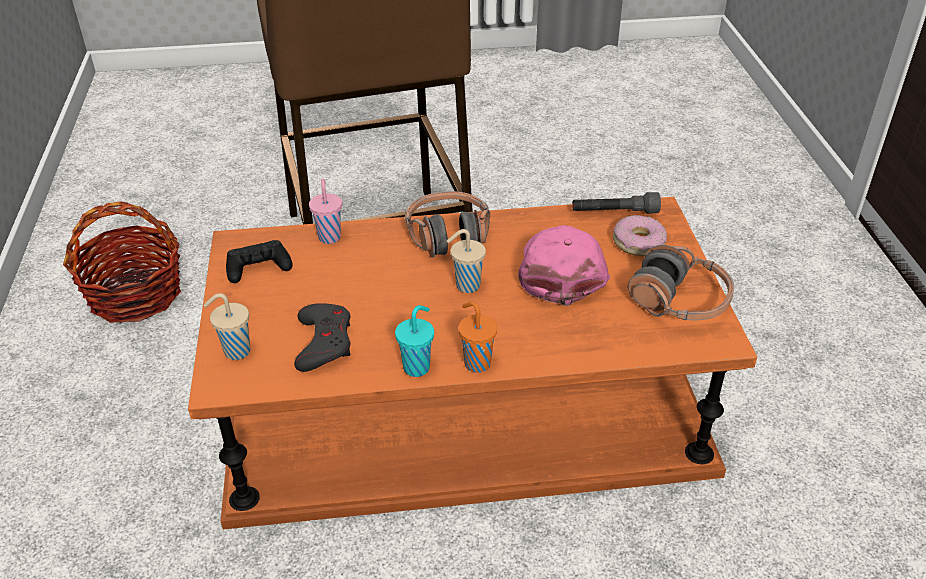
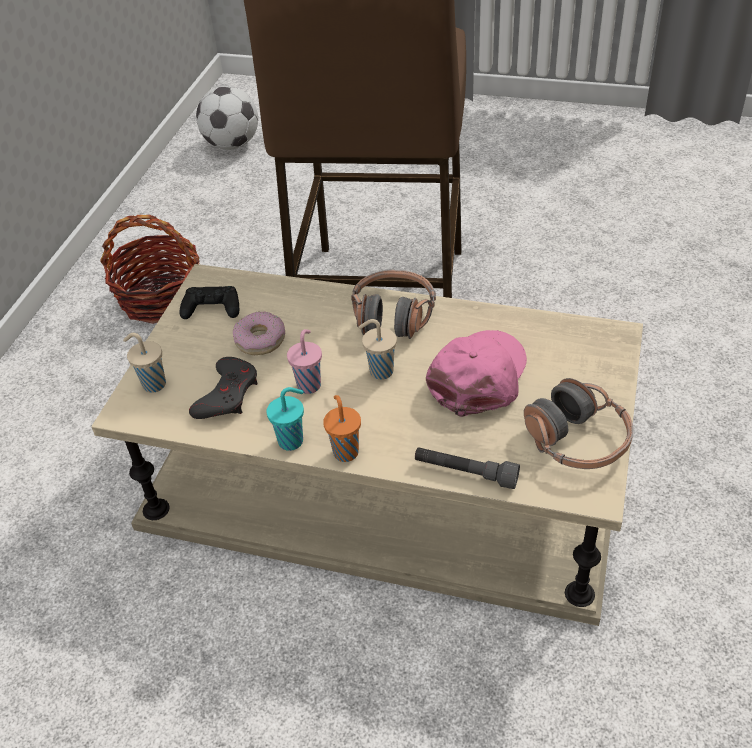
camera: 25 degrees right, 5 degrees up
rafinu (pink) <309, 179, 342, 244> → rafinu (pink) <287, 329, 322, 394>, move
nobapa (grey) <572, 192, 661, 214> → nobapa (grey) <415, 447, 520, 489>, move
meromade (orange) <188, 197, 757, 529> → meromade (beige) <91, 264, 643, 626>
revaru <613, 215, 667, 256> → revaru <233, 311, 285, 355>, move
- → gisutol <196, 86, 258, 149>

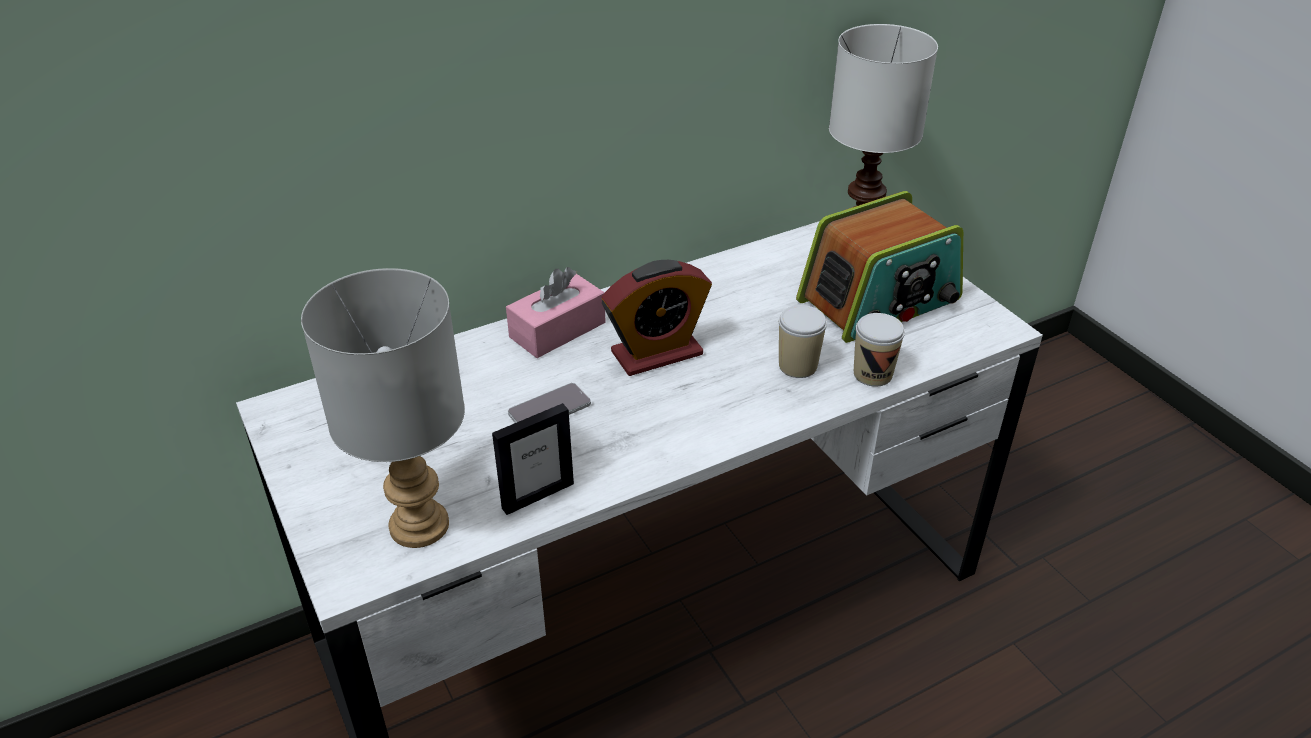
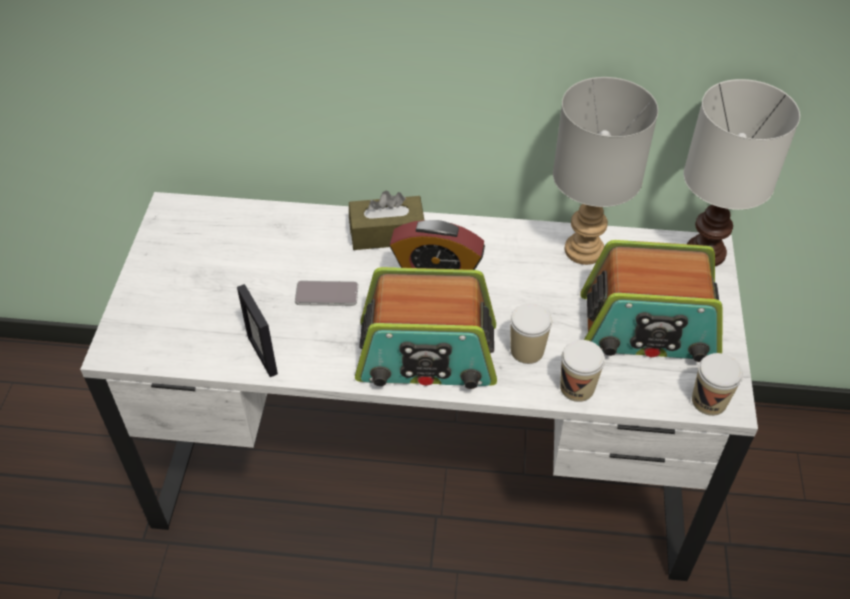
camera: 35 degrees right, 10 degrees up
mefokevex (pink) <506, 267, 606, 358> → mefokevex (brown) <349, 191, 424, 250>
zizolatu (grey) <301, 268, 465, 548> → zizolatu (grey) <553, 77, 658, 265>, move
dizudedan <492, 403, 574, 515> → dizudedan <237, 284, 278, 377>, 60 degrees clockwise
- → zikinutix <355, 267, 497, 389>
- → rafinu <692, 353, 743, 416>

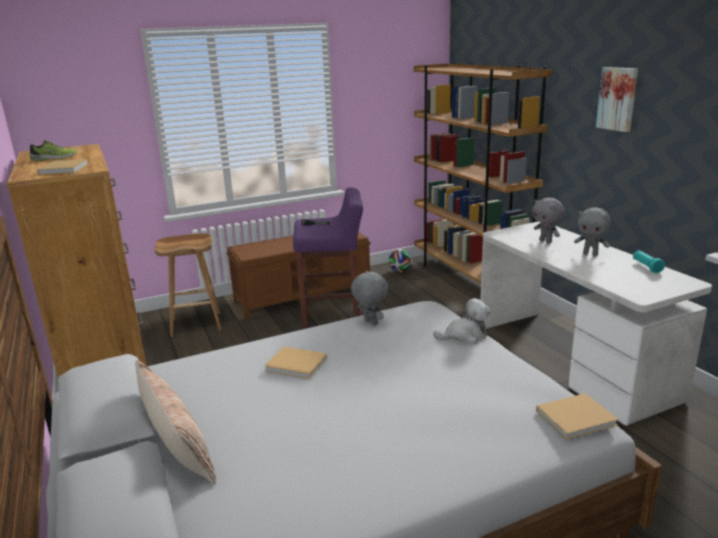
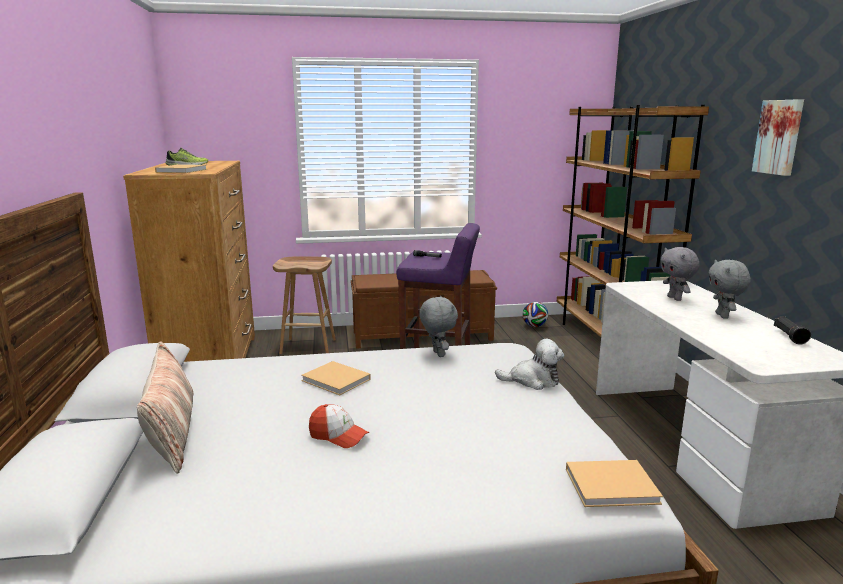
camera: 15 degrees right, 5 degrees down
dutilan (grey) <574, 207, 611, 256> → dutilan (grey) <708, 260, 751, 319>, 45 degrees clockwise
nobapa (turquoise) <633, 250, 665, 273> → nobapa (black) <774, 316, 811, 345>
- → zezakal <309, 404, 369, 448>

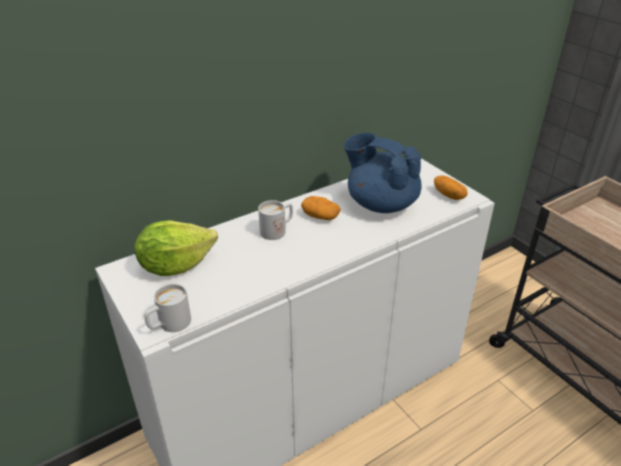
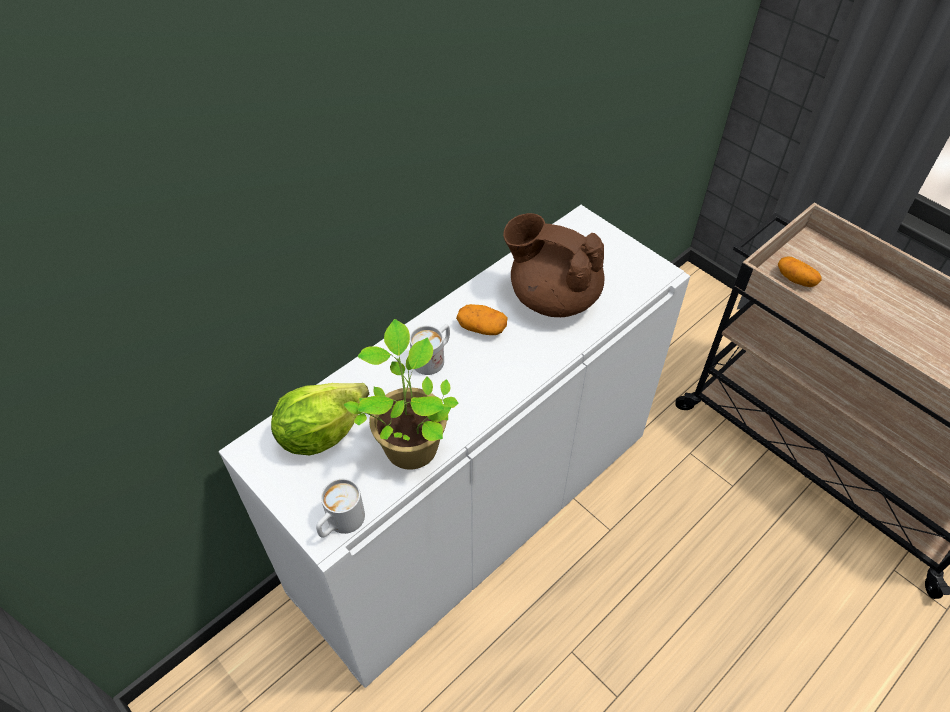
camera: 10 degrees left, 15 degrees up
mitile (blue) <344, 133, 422, 213> → mitile (brown) <503, 213, 604, 317>
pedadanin <434, 175, 468, 200> → pedadanin <778, 256, 822, 287>, move
- → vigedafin <344, 319, 459, 470>

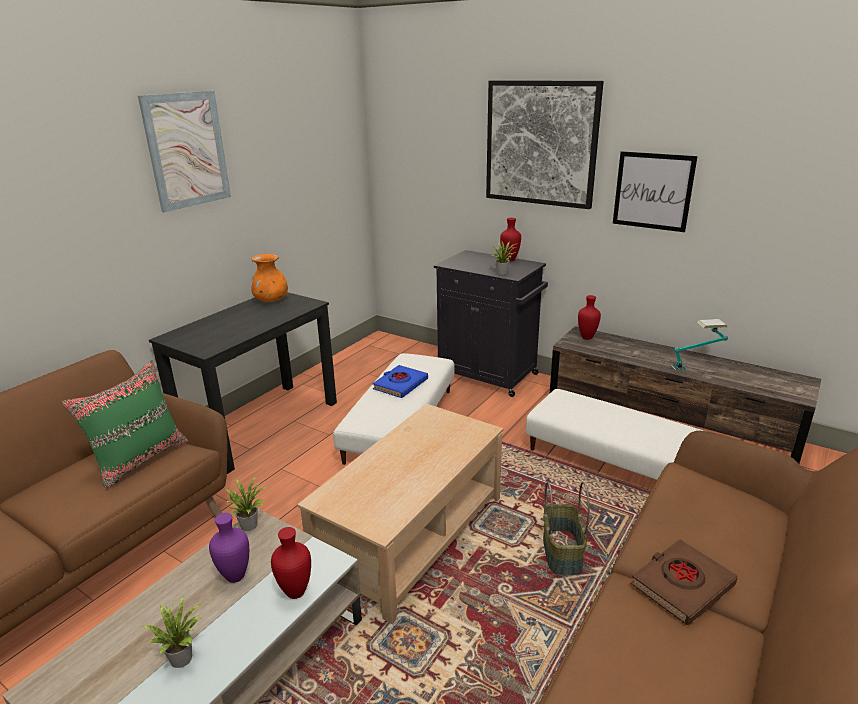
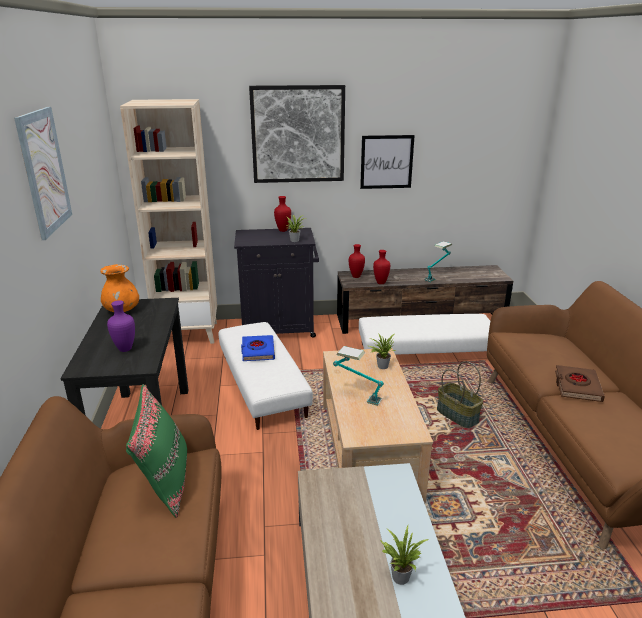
camera: 40 degrees left, 0 degrees up
vigedafin <225, 476, 268, 531> → vigedafin <369, 333, 396, 369>, move
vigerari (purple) <209, 513, 249, 583> → vigerari (purple) <107, 300, 135, 352>, move
vigerari (red) <271, 527, 311, 599> → vigerari (red) <373, 250, 390, 284>, move
- → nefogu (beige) <120, 99, 217, 344>
- → zizolatu <333, 346, 384, 406>

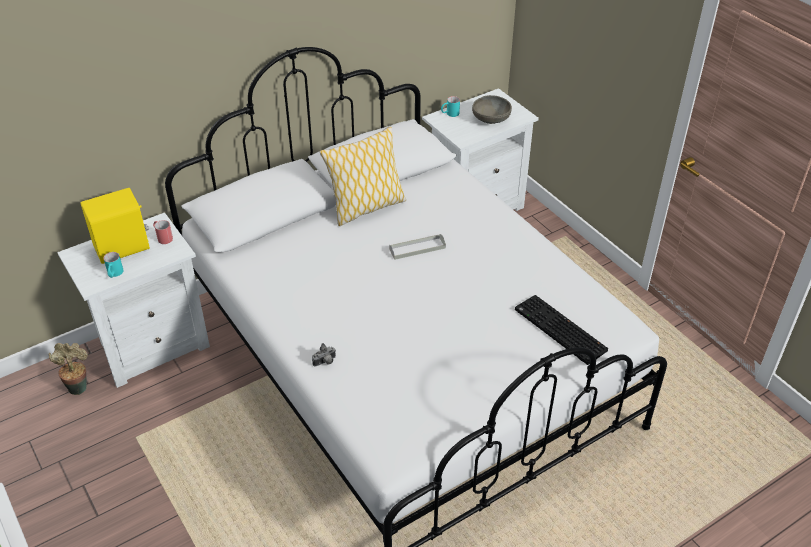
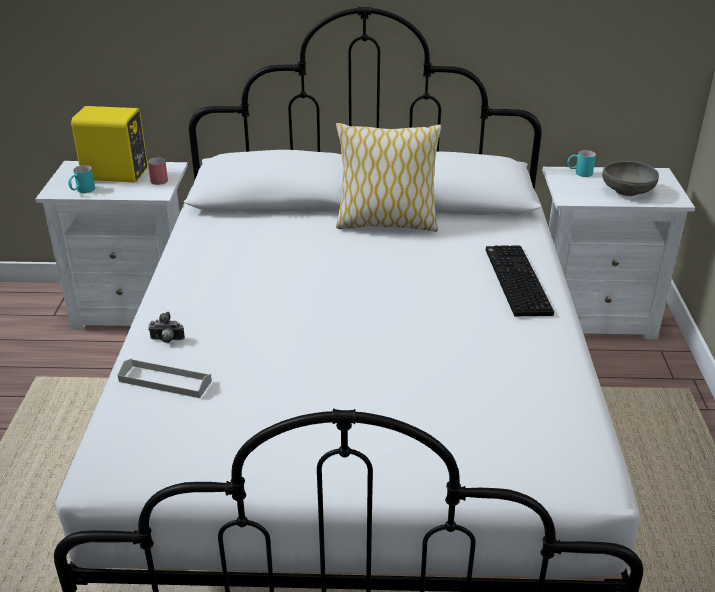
camera: 35 degrees right, 10 degrees down
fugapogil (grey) <389, 234, 446, 260> → fugapogil (grey) <118, 358, 212, 398>, move
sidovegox <515, 295, 608, 365> → sidovegox <486, 245, 554, 316>, move
vigedafin <49, 343, 88, 395> → -

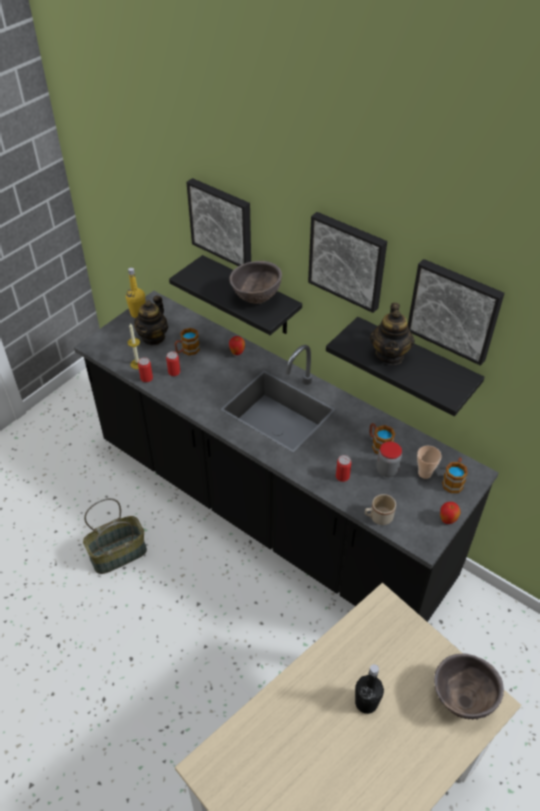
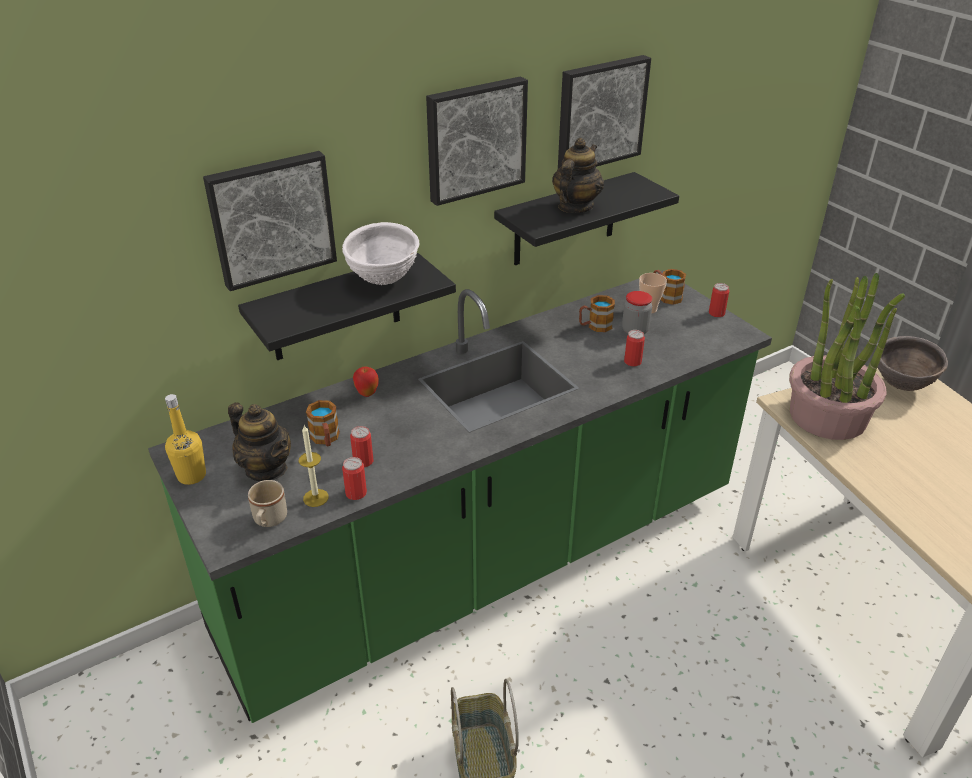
camera: 70 degrees left, 10 degrees down
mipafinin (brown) <229, 261, 282, 304> → mipafinin (white) <342, 222, 420, 285>
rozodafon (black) <74, 291, 499, 622> → rozodafon (green) <148, 270, 772, 723>
mitile <370, 303, 415, 365> → mitile <552, 138, 604, 213>, 90 degrees counterclockwise
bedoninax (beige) <365, 494, 396, 525> → bedoninax (beige) <248, 480, 287, 527>, move
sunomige <440, 502, 460, 524> → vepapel <709, 283, 730, 317>
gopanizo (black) <355, 664, 384, 714> → -
- → vigedafin <789, 273, 905, 440>

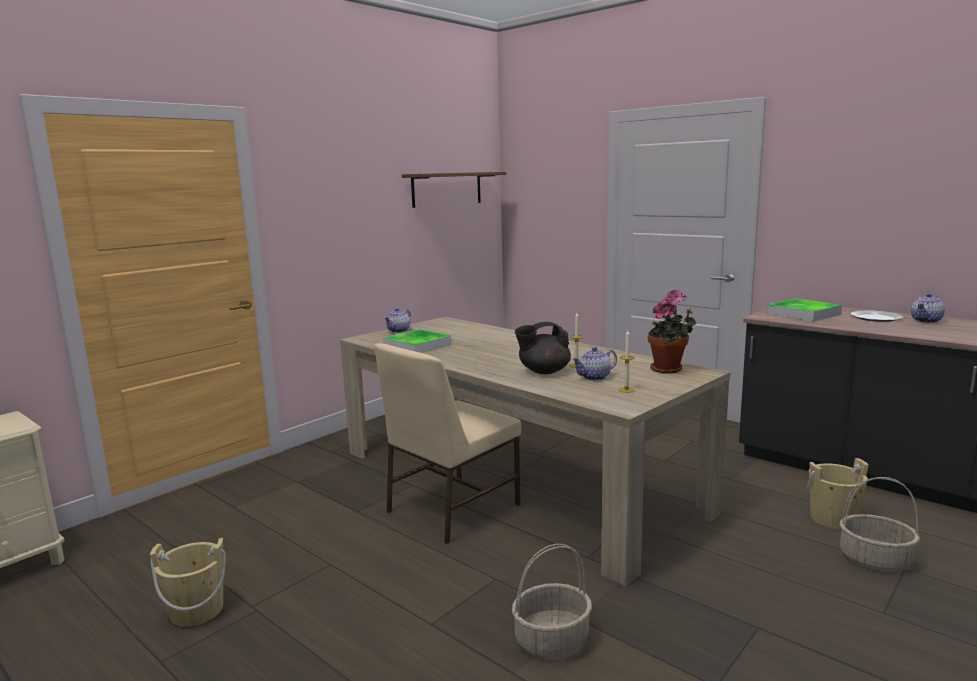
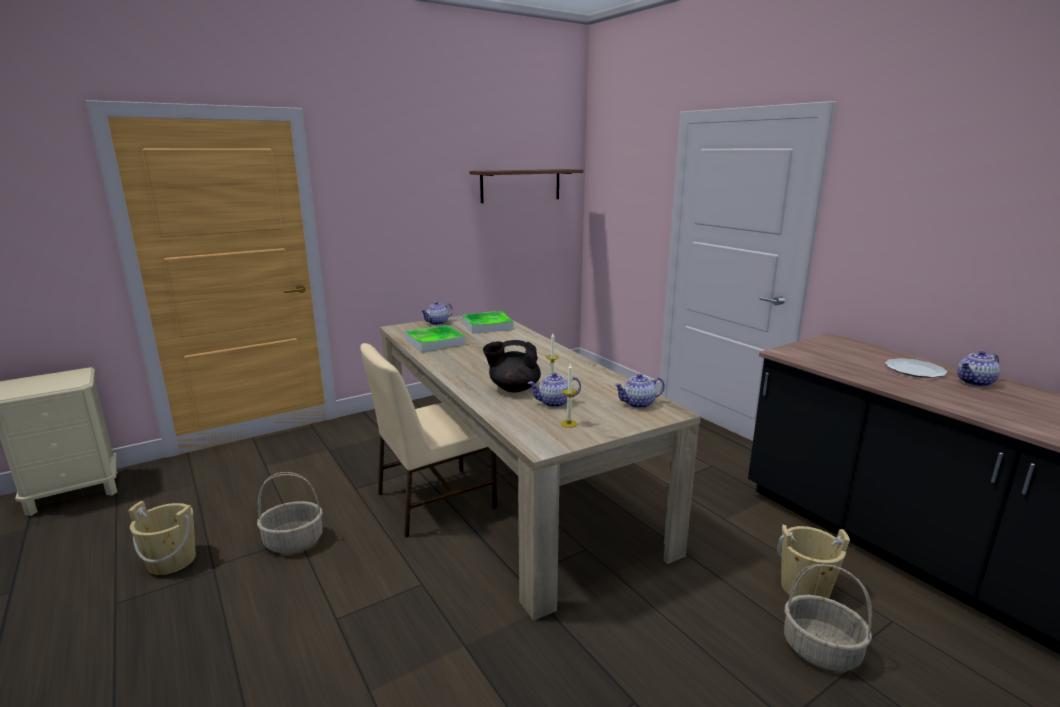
camera: 15 degrees right, 5 degrees up
vigedafin <648, 290, 697, 374> → mitile <614, 374, 665, 408>
fugapogil <767, 298, 842, 322> → fugapogil <463, 311, 514, 334>, move
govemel <512, 544, 592, 658> → govemel <257, 472, 323, 553>, move

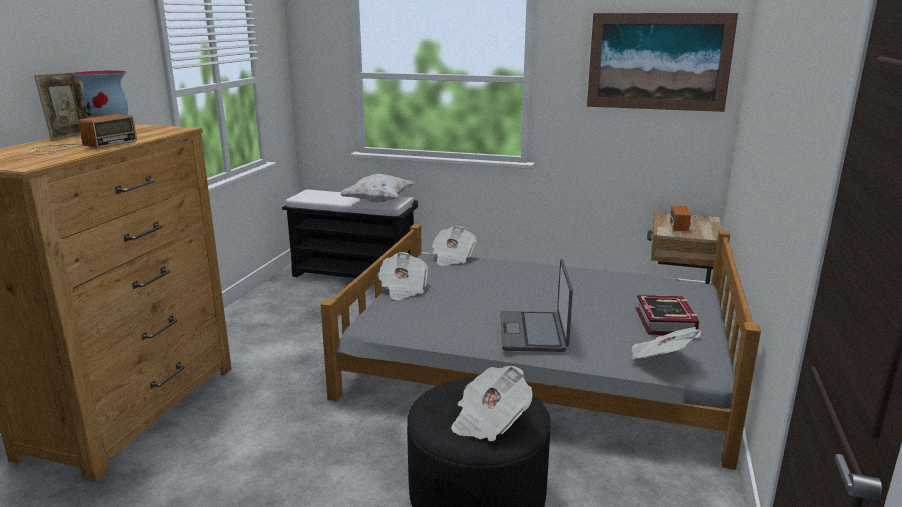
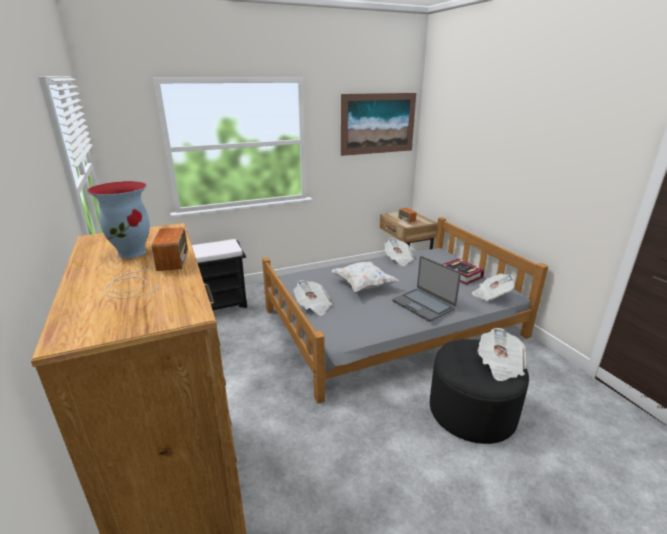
camera: 40 degrees left, 5 degrees up
dizudedan <34, 72, 87, 140> → -
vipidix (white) <340, 174, 414, 202> → vipidix (white) <331, 261, 399, 293>, move
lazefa <432, 226, 477, 266> → lazefa <384, 238, 414, 266>, move

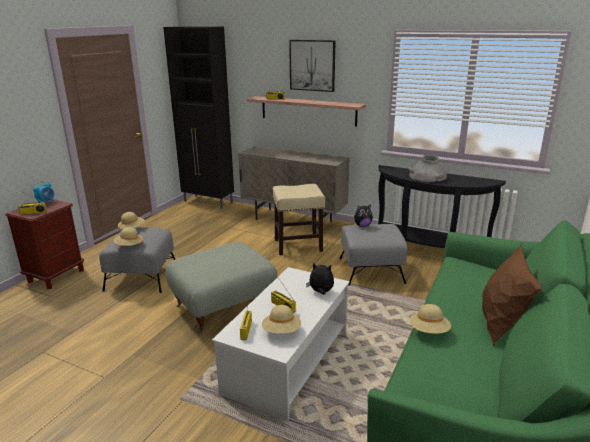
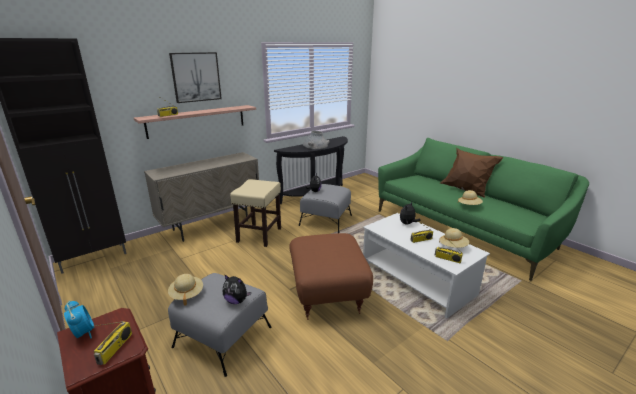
camera: 65 degrees left, 0 degrees up
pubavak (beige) <114, 227, 144, 246> → dutilan <223, 274, 251, 304>
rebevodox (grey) <165, 242, 277, 333> → rebevodox (brown) <289, 233, 373, 320>

